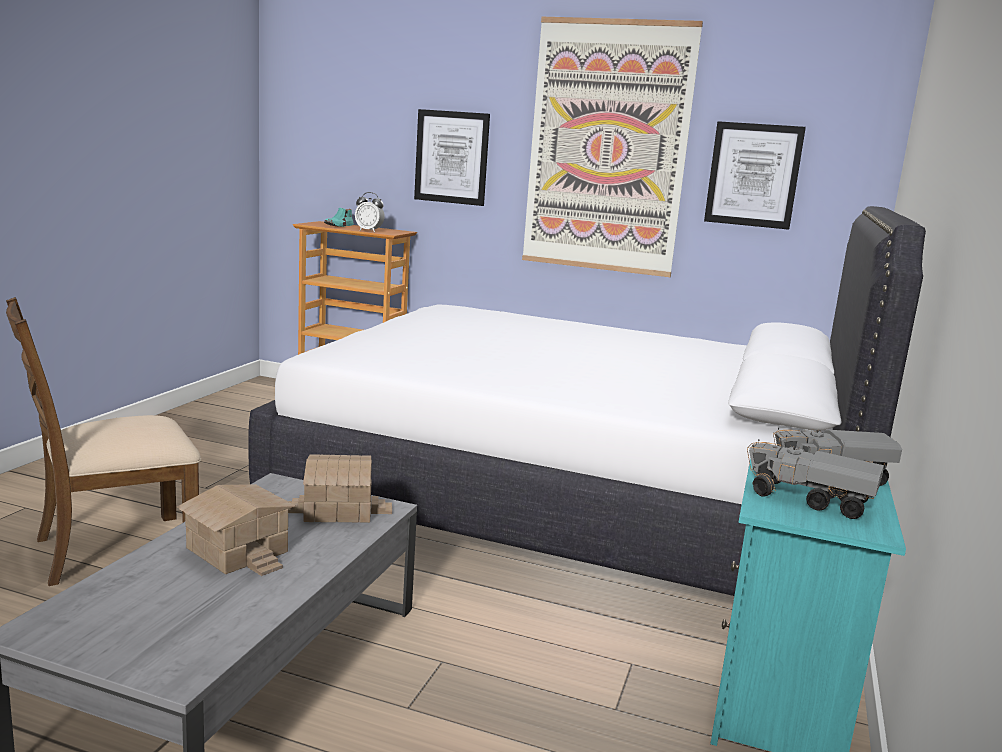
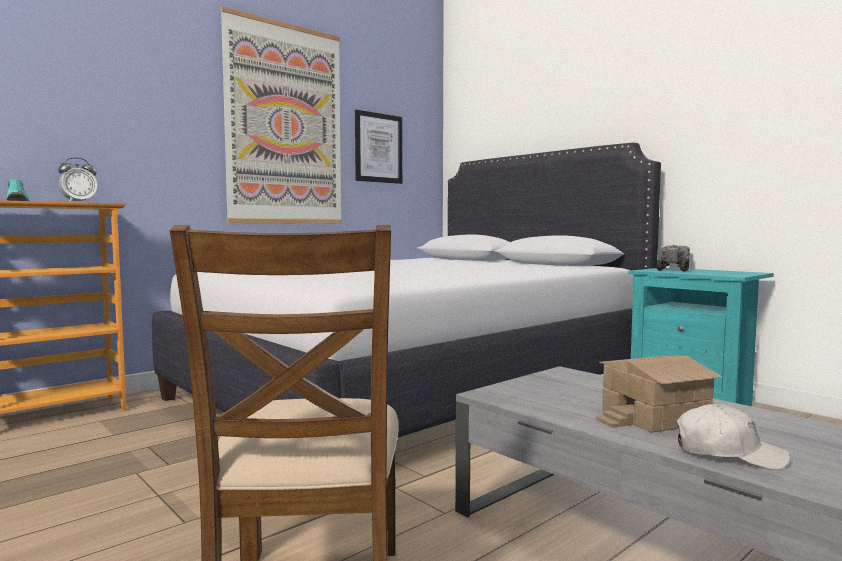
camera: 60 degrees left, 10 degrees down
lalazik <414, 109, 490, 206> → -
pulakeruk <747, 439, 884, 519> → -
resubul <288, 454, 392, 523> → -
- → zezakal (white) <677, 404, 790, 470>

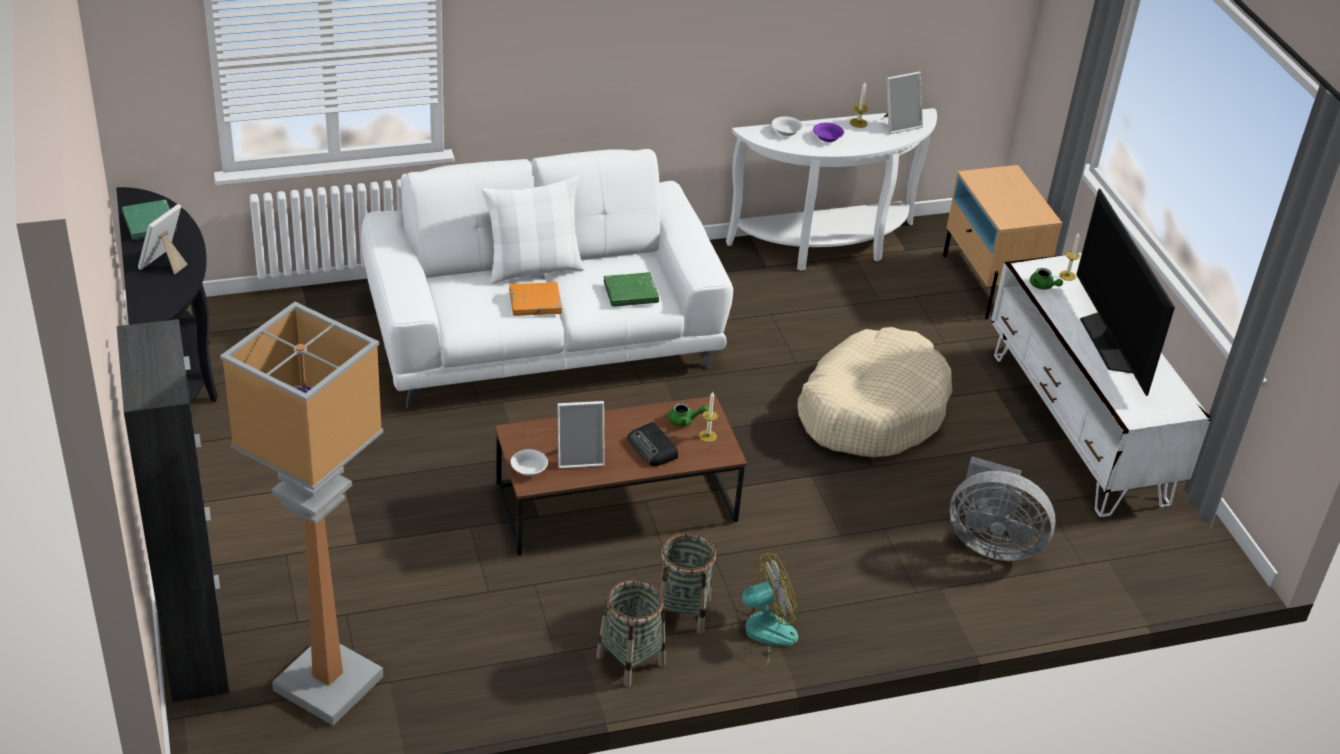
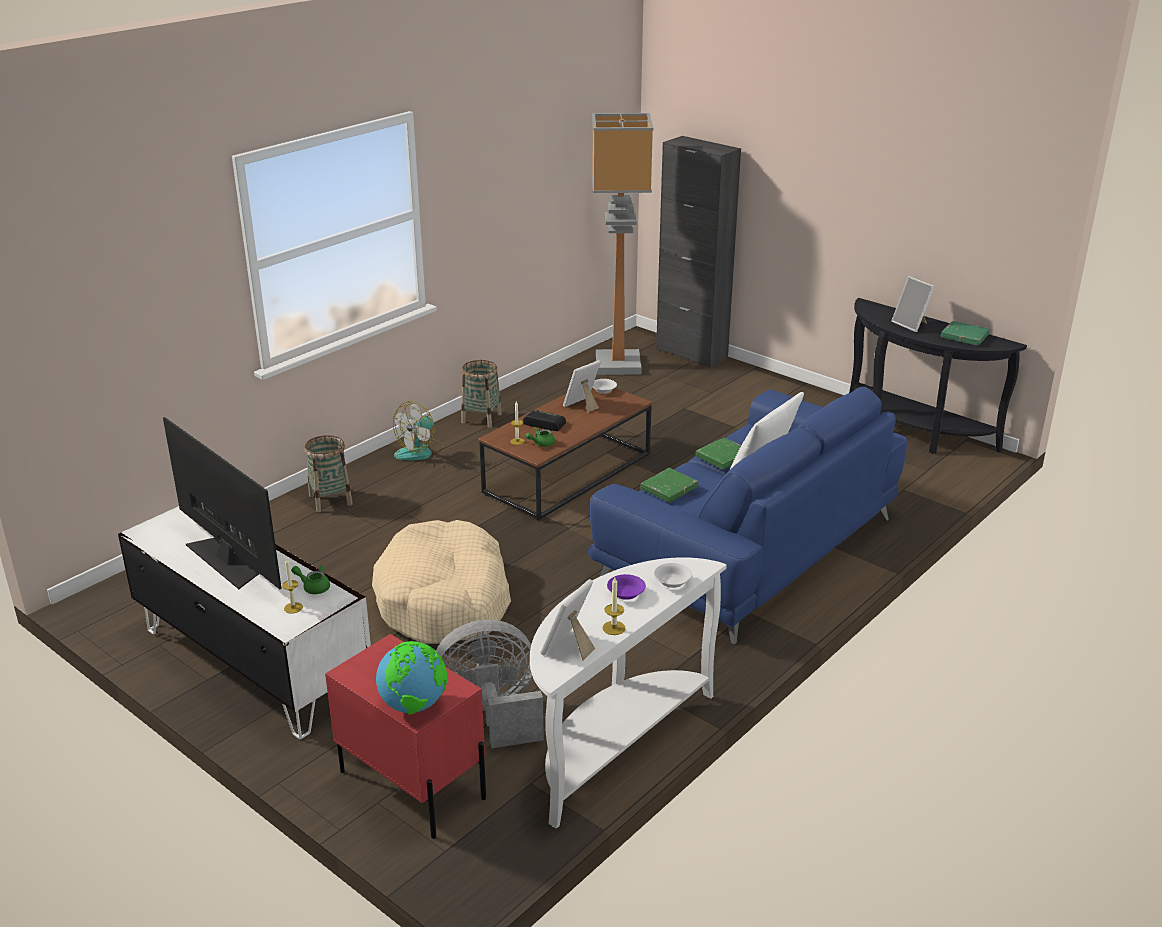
camera: 150 degrees right, 10 degrees down
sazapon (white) <361, 149, 733, 408> → sazapon (blue) <588, 387, 908, 644>
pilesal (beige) <943, 165, 1062, 319> → pilesal (red) <325, 634, 486, 839>
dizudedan <138, 204, 188, 275> → dizudedan <891, 276, 935, 332>, 150 degrees clockwise
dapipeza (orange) <509, 282, 562, 316> → dapipeza (green) <695, 438, 741, 469>
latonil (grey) <949, 457, 1056, 561> → latonil (grey) <436, 620, 544, 748>, move
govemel <660, 532, 716, 634> → govemel <304, 435, 353, 512>, move
- → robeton <376, 641, 447, 715>

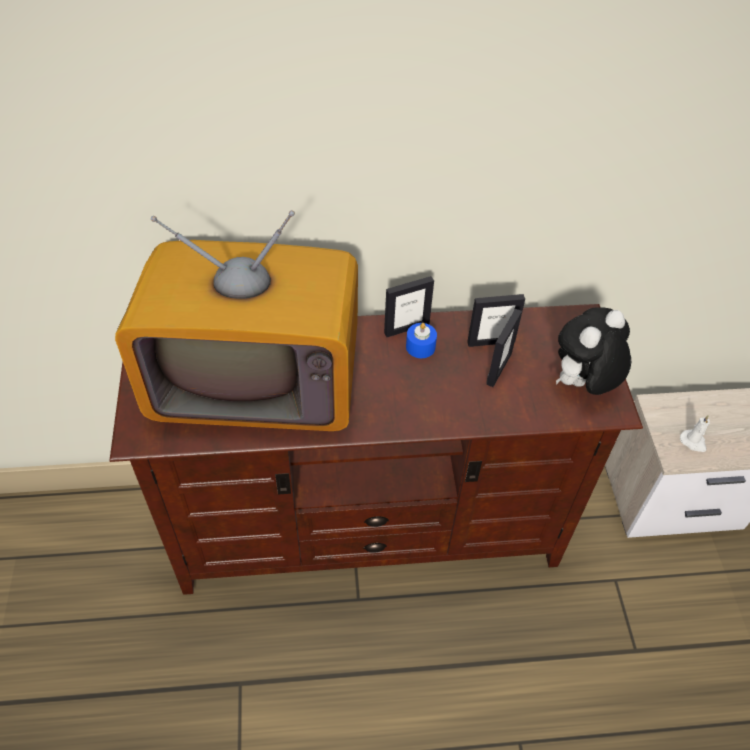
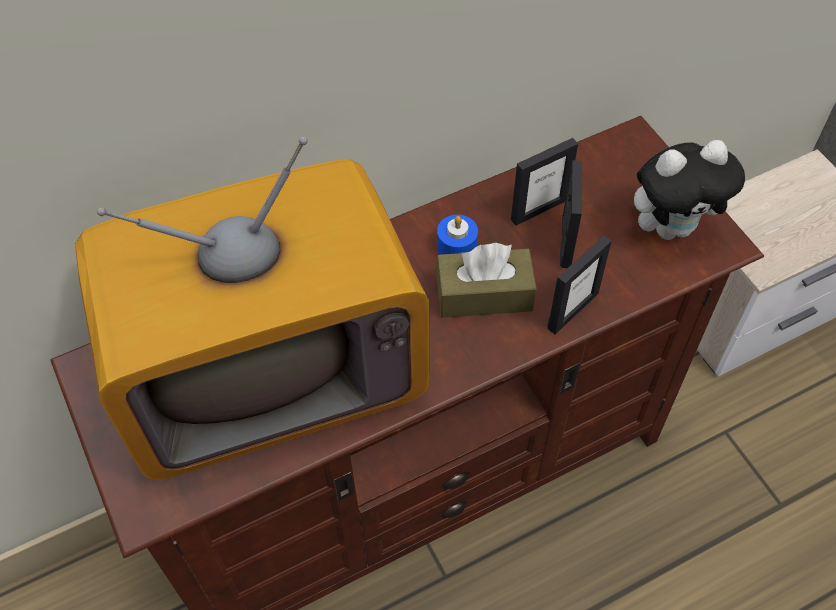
camera: 20 degrees left, 5 degrees up
dizudedan <384, 276, 434, 337> → dizudedan <548, 235, 612, 334>, move
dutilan <556, 307, 631, 395> → dutilan <634, 140, 745, 240>, 135 degrees counterclockwise
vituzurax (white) <680, 415, 710, 452> → -
- → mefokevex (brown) <436, 243, 537, 318>

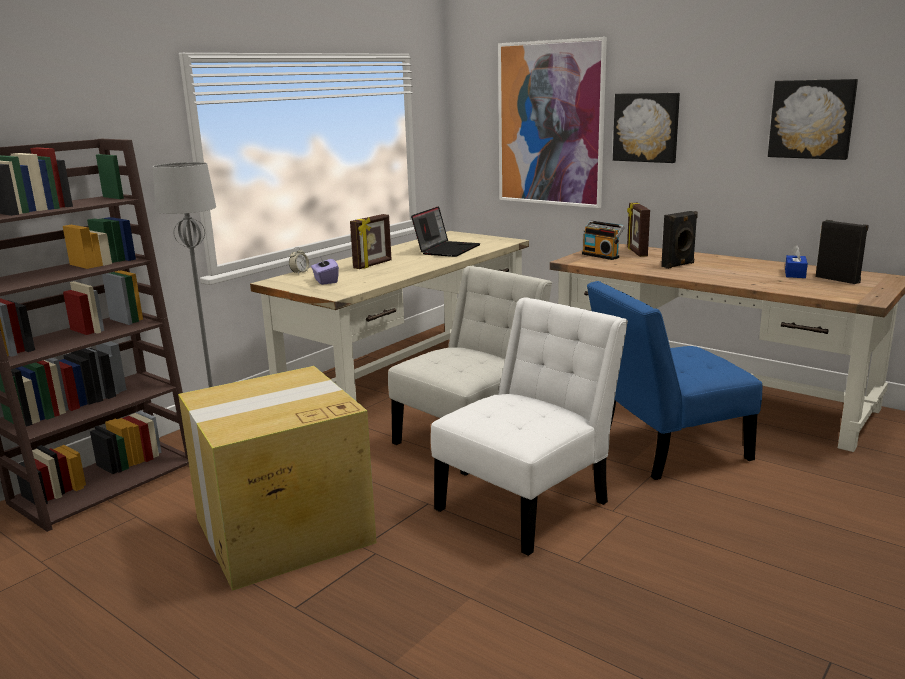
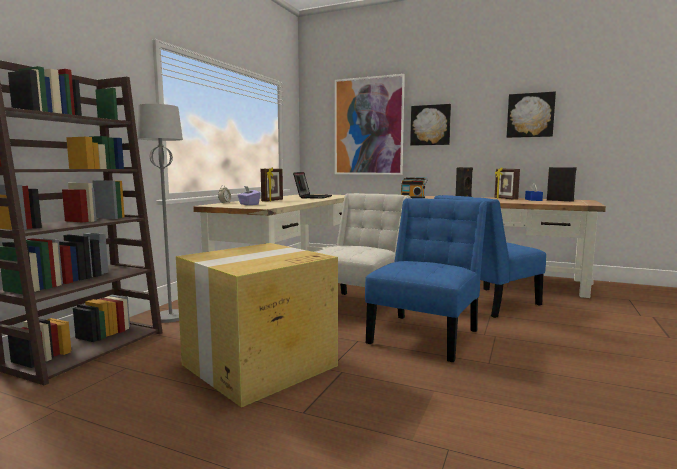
camera: 15 degrees left, 10 degrees down
dizudedan <627, 203, 650, 257> → dizudedan <494, 168, 520, 200>, move
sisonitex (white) <431, 297, 628, 556> → sisonitex (blue) <365, 198, 487, 362>

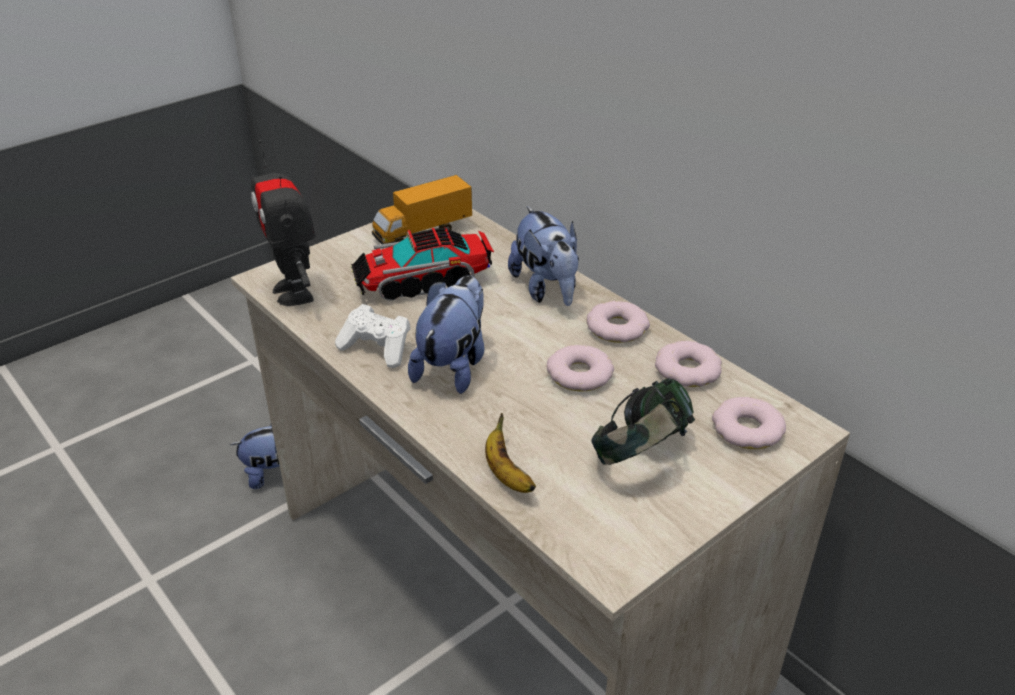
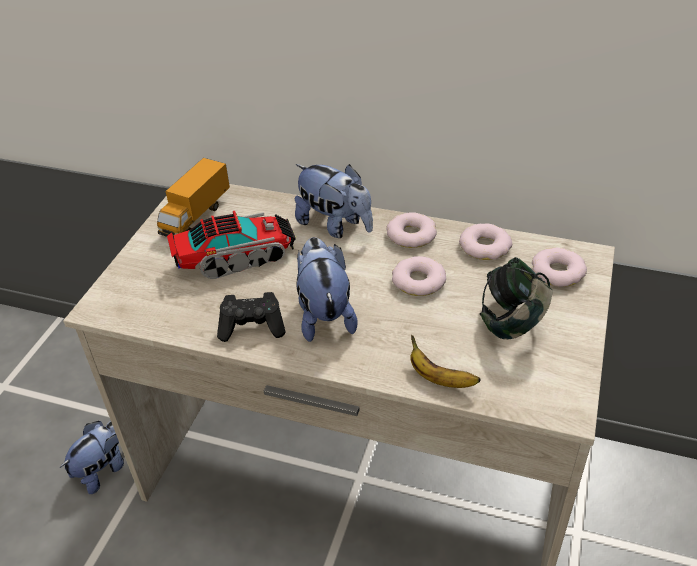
camera: 30 degrees left, 5 degrees up
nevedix <251, 140, 316, 306> → -
pulakeruk <351, 228, 494, 300> → pulakeruk <167, 211, 296, 279>, 150 degrees counterclockwise
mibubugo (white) <335, 304, 411, 368> → mibubugo (black) <217, 292, 286, 342>

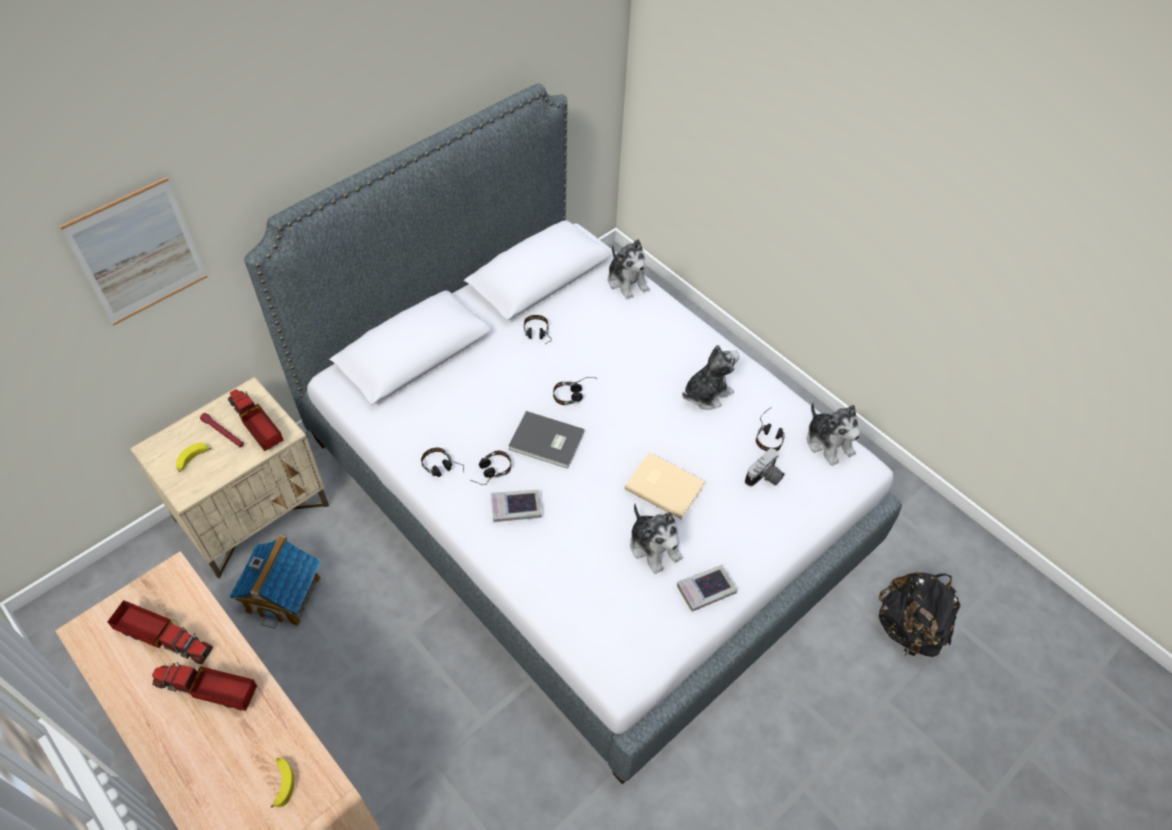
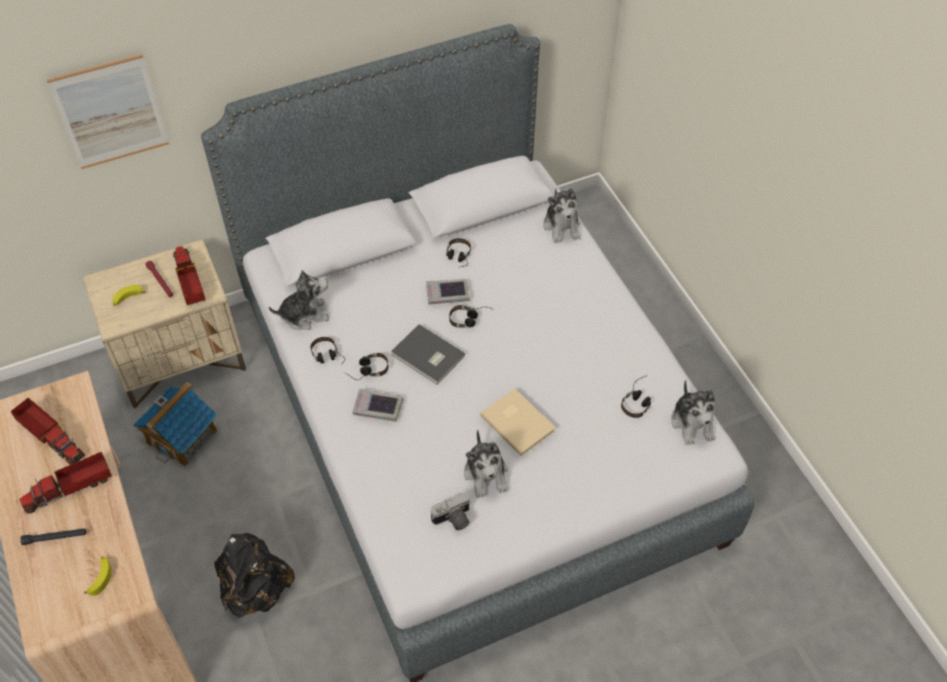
camera: 20 degrees right, 0 degrees up
dutilan <682, 345, 739, 410> → dutilan <269, 270, 329, 330>, move
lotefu <745, 448, 784, 487> → lotefu <431, 492, 471, 530>, move
dapipeza <677, 565, 737, 612> → dapipeza <426, 279, 470, 305>, move
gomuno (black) <879, 572, 961, 657> → gomuno (black) <214, 533, 295, 617>, move
pulakeruk <152, 662, 257, 711> → pulakeruk <19, 452, 112, 514>, 60 degrees counterclockwise
- → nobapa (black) <20, 528, 86, 545>

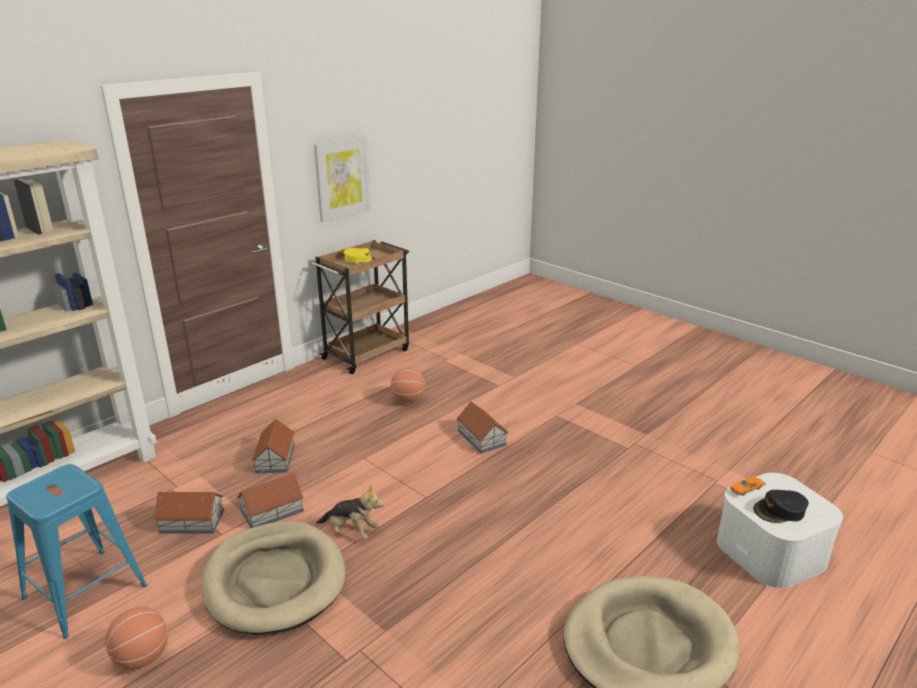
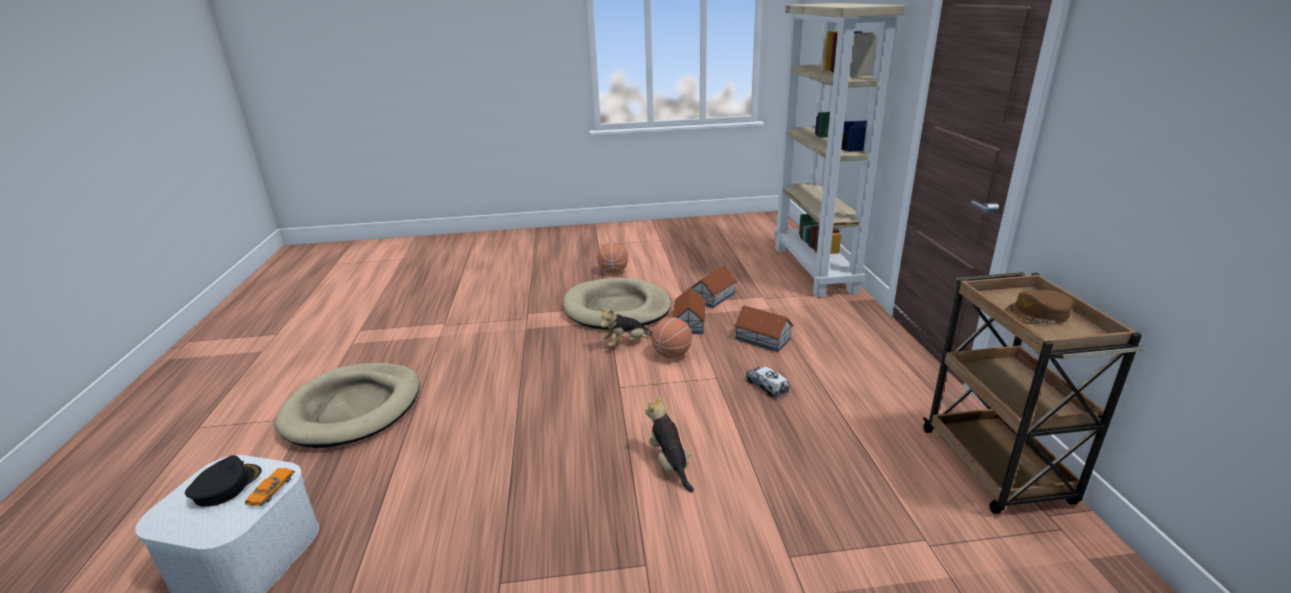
camera: 130 degrees right, 0 degrees up
lalazik <314, 136, 371, 222> → -
zezakal (yellow) <343, 248, 375, 264> → zezakal (brown) <1005, 290, 1074, 324>
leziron <390, 368, 425, 403> → leziron <651, 317, 692, 358>, move
resubul <457, 402, 509, 454> → dutilan <645, 395, 694, 493>
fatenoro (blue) <6, 464, 147, 639> → -
- → pulakeruk <746, 367, 789, 398>

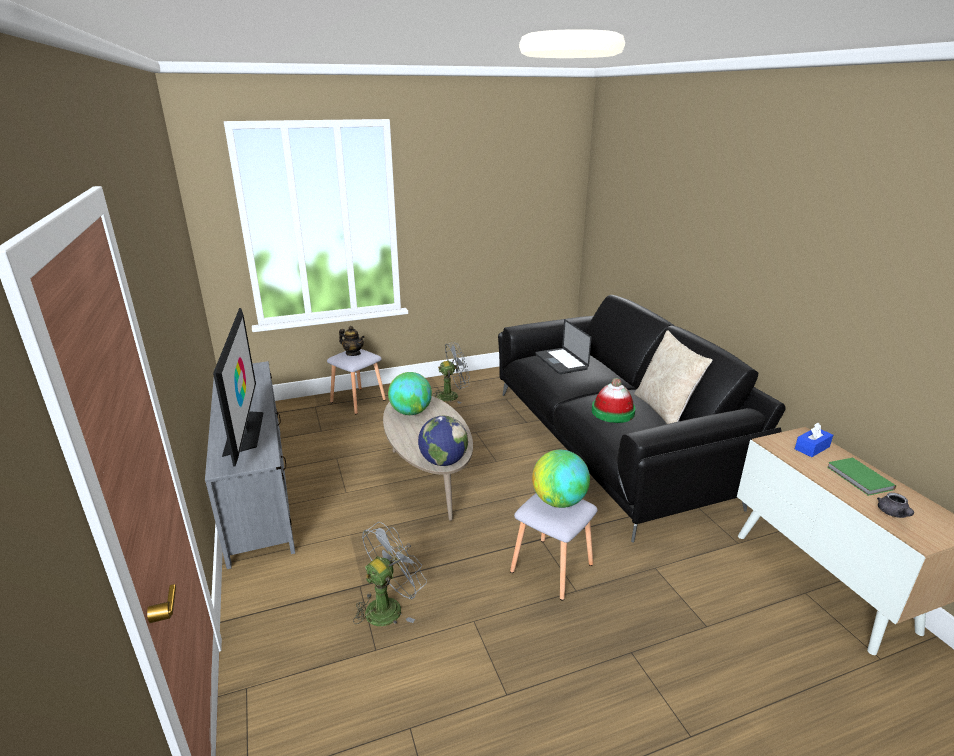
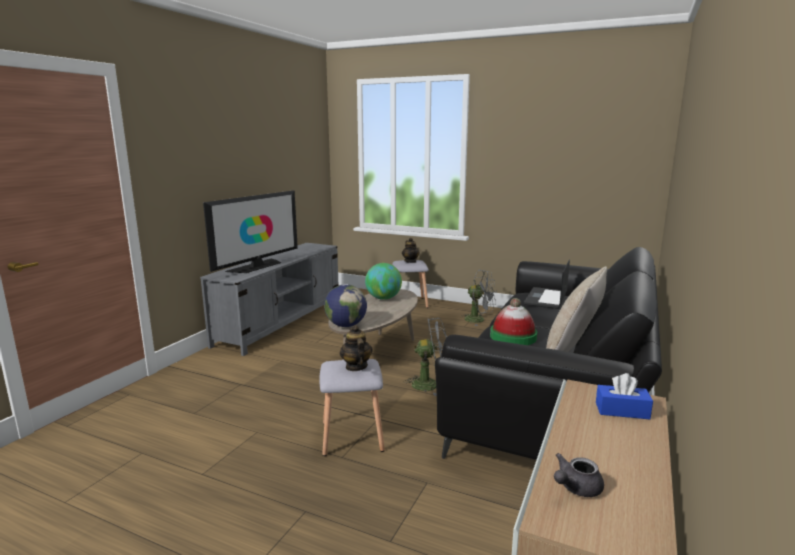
camera: 45 degrees right, 10 degrees down
robeton <532, 450, 590, 508> → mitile <340, 325, 373, 371>
dapipeza (green) <827, 458, 896, 496> → -
latonil (grey) <353, 522, 427, 626> → latonil (grey) <404, 318, 447, 396>, move

